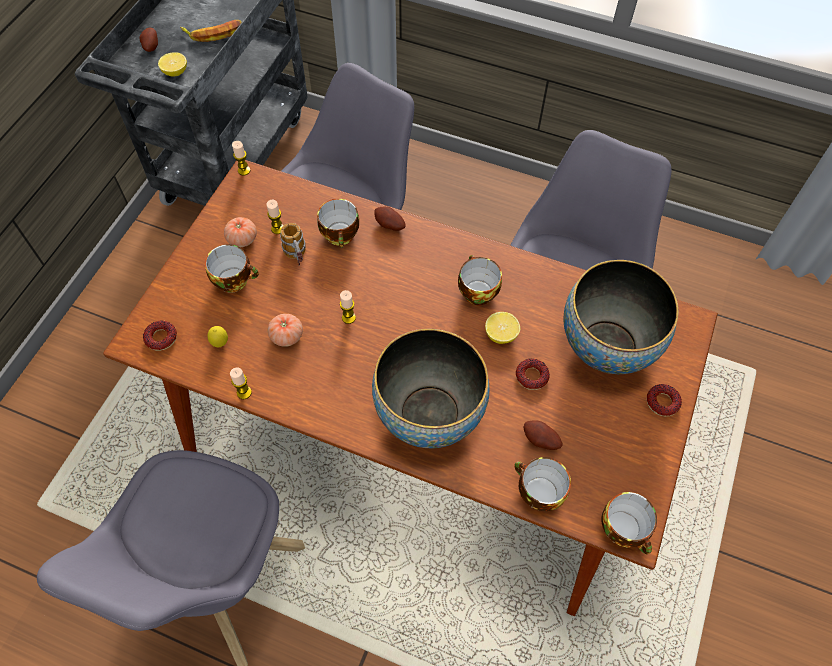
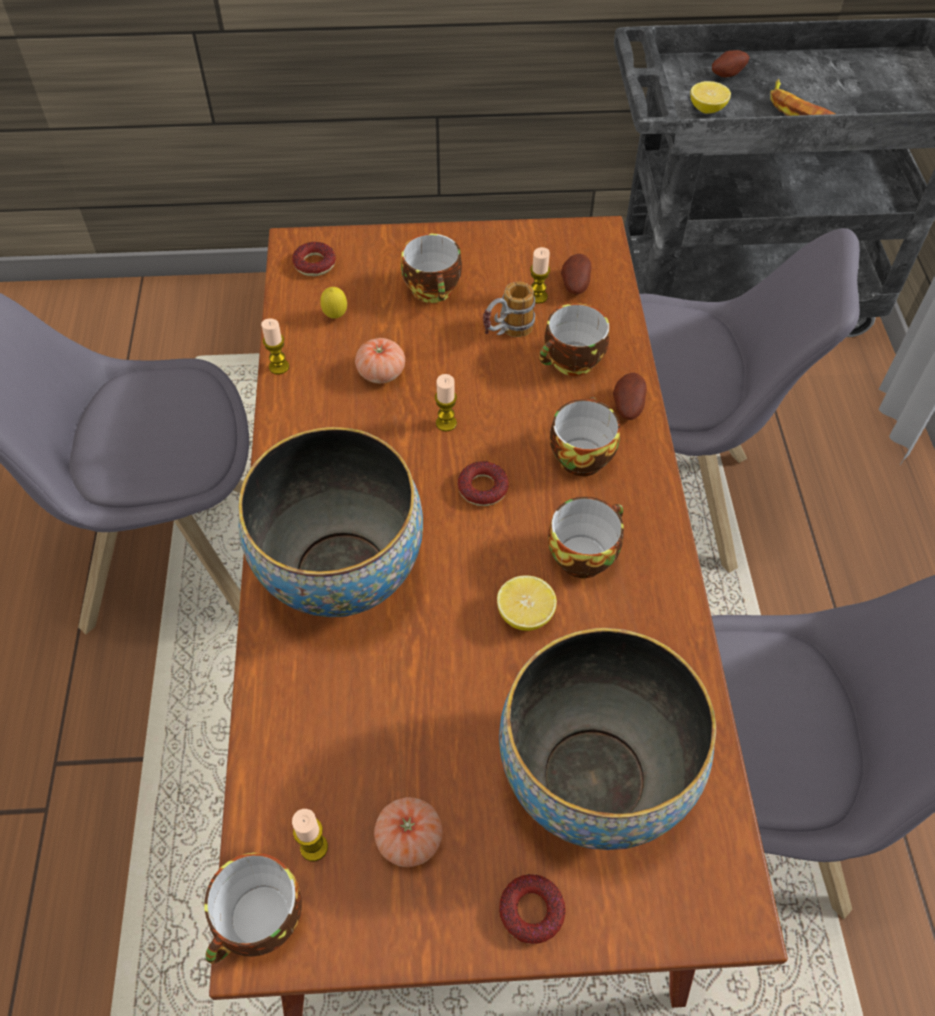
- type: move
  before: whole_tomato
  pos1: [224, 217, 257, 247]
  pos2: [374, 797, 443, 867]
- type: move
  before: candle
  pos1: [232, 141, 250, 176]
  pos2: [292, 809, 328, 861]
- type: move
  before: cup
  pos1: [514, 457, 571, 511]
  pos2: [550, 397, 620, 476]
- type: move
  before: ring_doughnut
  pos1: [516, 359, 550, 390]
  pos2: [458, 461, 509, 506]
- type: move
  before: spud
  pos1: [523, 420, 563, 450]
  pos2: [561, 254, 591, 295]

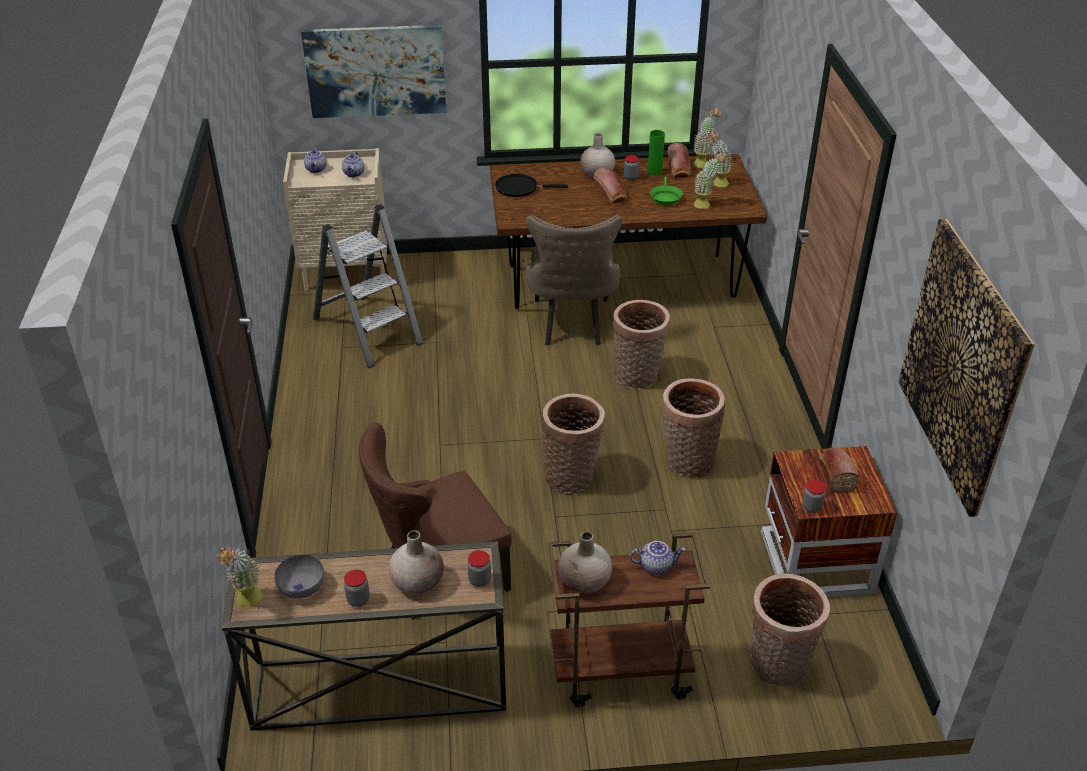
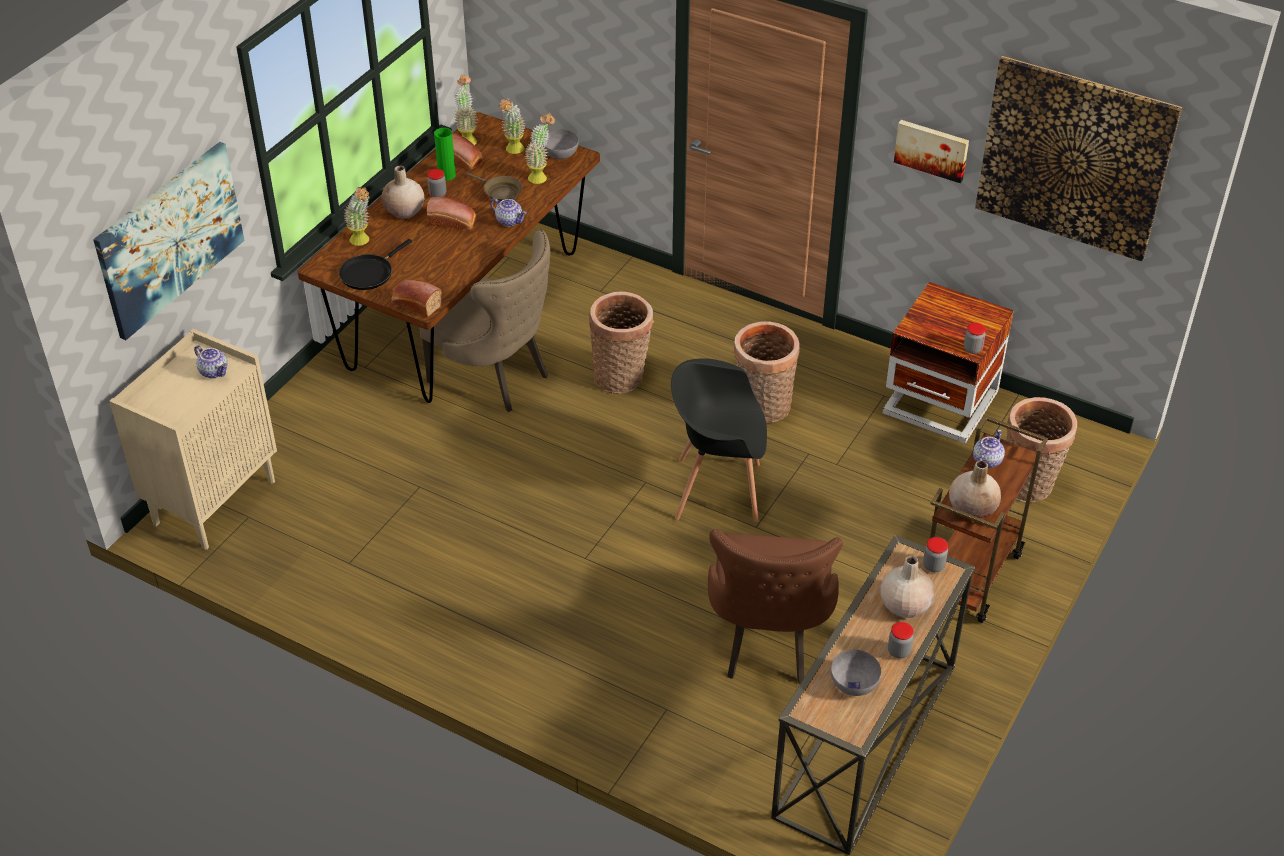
- type: delete
  before: greyish_step_ladder
  pos1: [313, 204, 424, 368]
- type: insert
  after: greyish_bowl
  pos2: [543, 130, 579, 159]
- type: insert
  after: wall_art
  pos2: [894, 120, 969, 183]
- type: move
  before: plant_in_a_pot
  pos1: [216, 546, 262, 607]
  pos2: [344, 187, 369, 246]
- type: move
  before: tea_pot
  pos1: [304, 147, 327, 173]
  pos2: [490, 198, 527, 227]
- type: move
  before: bakery_bread
  pos1: [819, 448, 859, 492]
  pos2: [392, 280, 442, 317]
- type: replace
  before: household_basket
  after: blackish_chair
  pos1: [541, 394, 605, 494]
  pos2: [671, 358, 767, 522]
- type: recolor
  before: greenish_frying_pan
  after: brownish_frying_pan
  pos1: [650, 176, 683, 206]
  pos2: [466, 173, 522, 202]

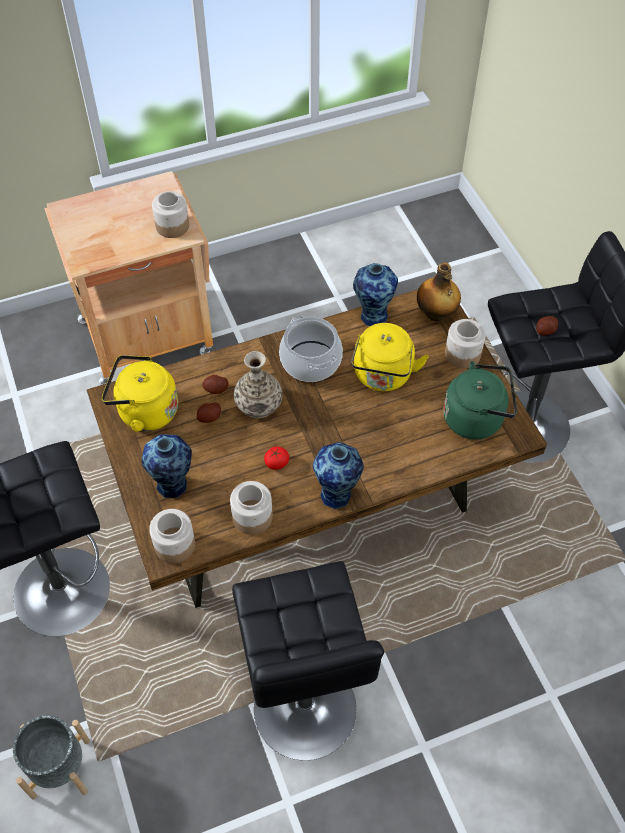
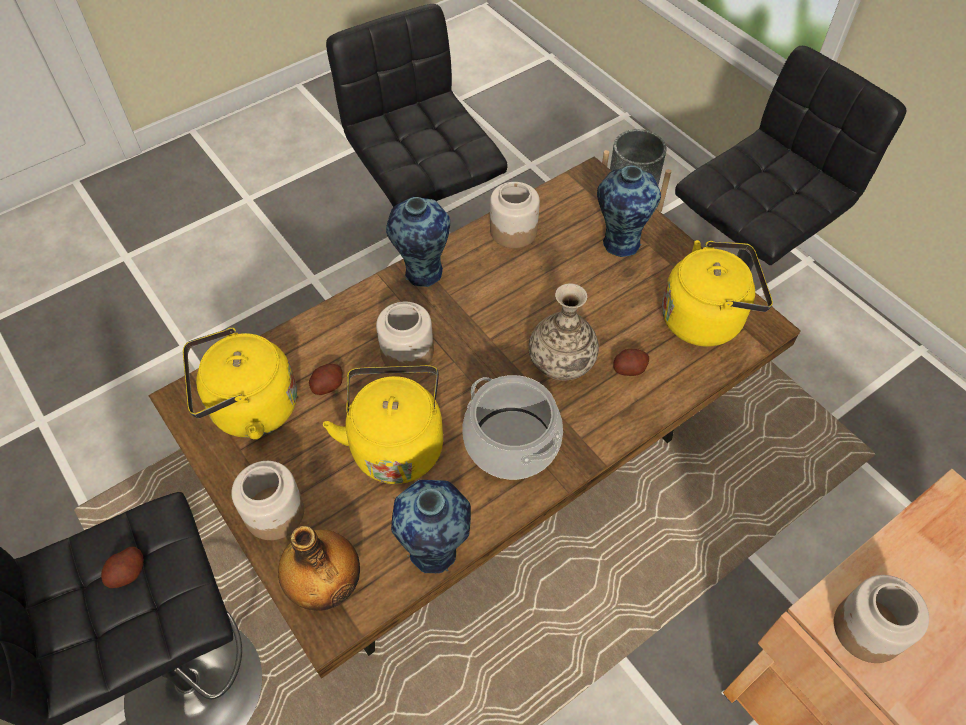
- type: delete
  before: whole_tomato
  pos1: [264, 447, 289, 470]
- type: move
  before: preserve_jar
  pos1: [149, 509, 195, 563]
  pos2: [376, 302, 434, 374]
- type: move
  before: spud
  pos1: [197, 402, 221, 423]
  pos2: [309, 364, 343, 395]
- type: recolor
  before: greenish_tea_kettle
  after: yellow_tea_kettle
  pos1: [443, 361, 517, 440]
  pos2: [183, 328, 297, 439]

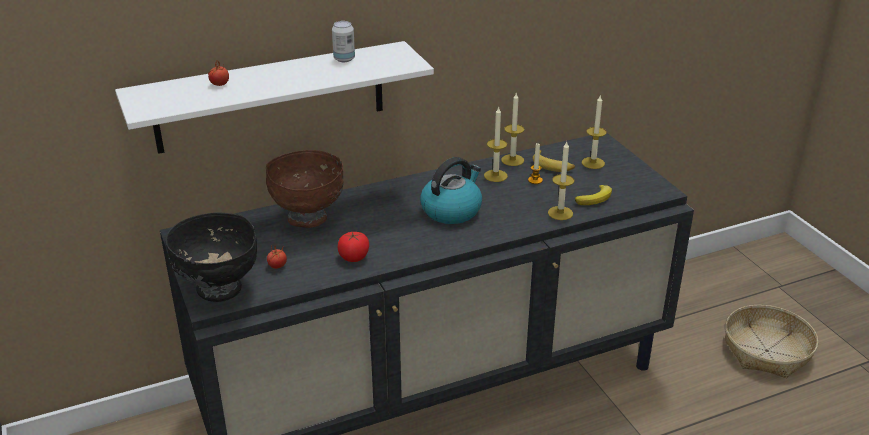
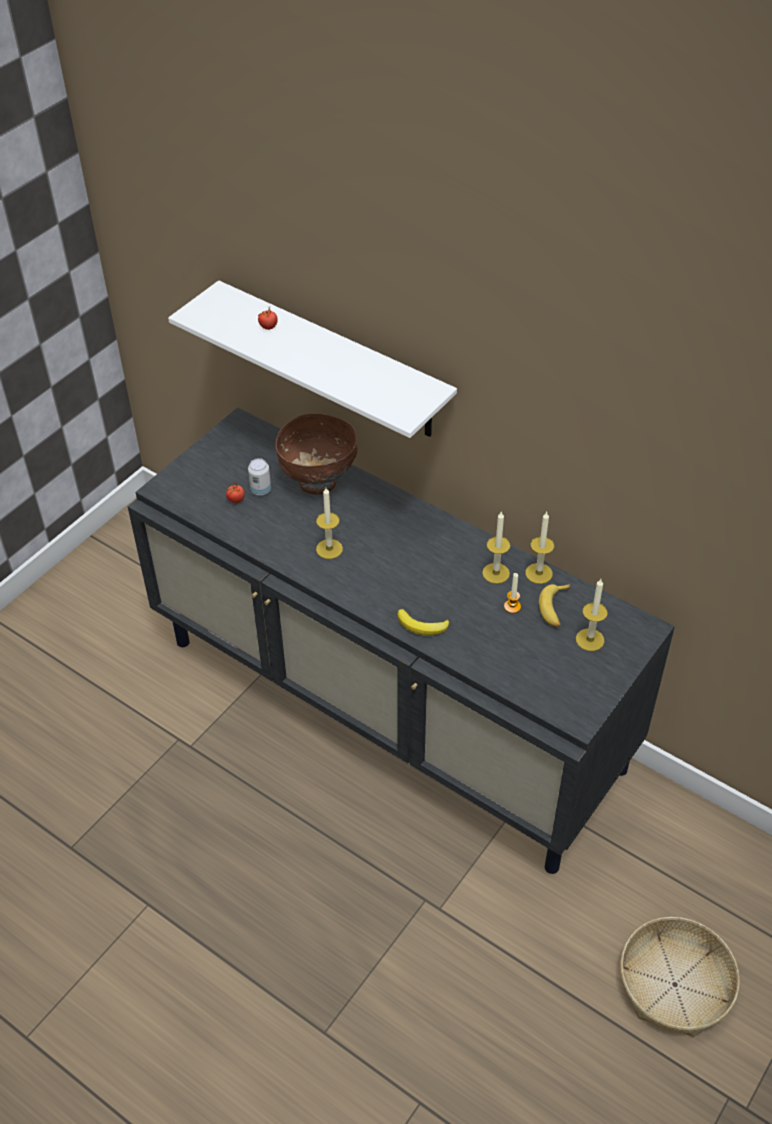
- type: delete
  before: blackish_bowl
  pos1: [166, 212, 257, 302]
- type: delete
  before: whole_tomato
  pos1: [338, 232, 369, 262]
- type: delete
  before: tea_kettle
  pos1: [420, 157, 482, 224]
- type: move
  before: can
  pos1: [332, 21, 355, 62]
  pos2: [248, 458, 271, 495]
- type: move
  before: candle
  pos1: [548, 142, 574, 220]
  pos2: [316, 488, 343, 559]
- type: move
  before: banana_fruit
  pos1: [575, 185, 612, 205]
  pos2: [397, 609, 449, 635]

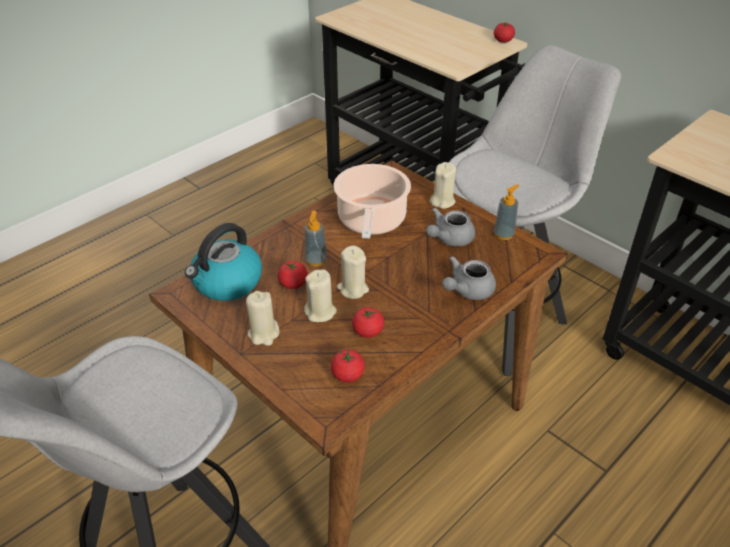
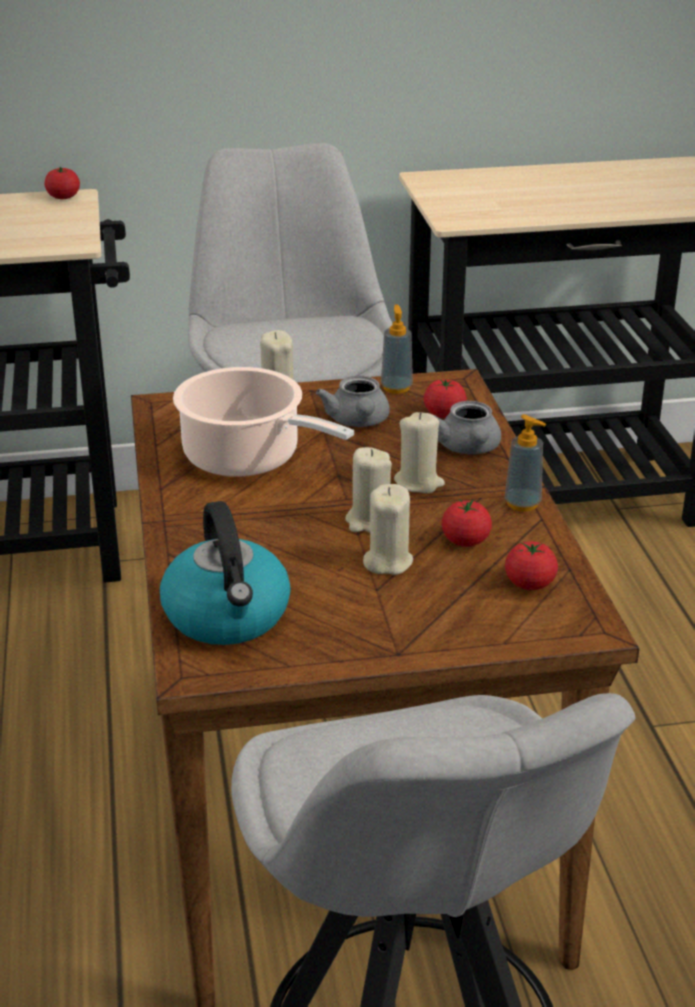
- type: move
  before: beige-coloured_candle
  pos1: [246, 291, 280, 346]
  pos2: [394, 412, 445, 494]
- type: move
  before: whole_tomato
  pos1: [278, 261, 308, 289]
  pos2: [424, 379, 467, 418]
- type: move
  before: liquid_soap_bottle
  pos1: [305, 211, 327, 266]
  pos2: [504, 414, 546, 512]

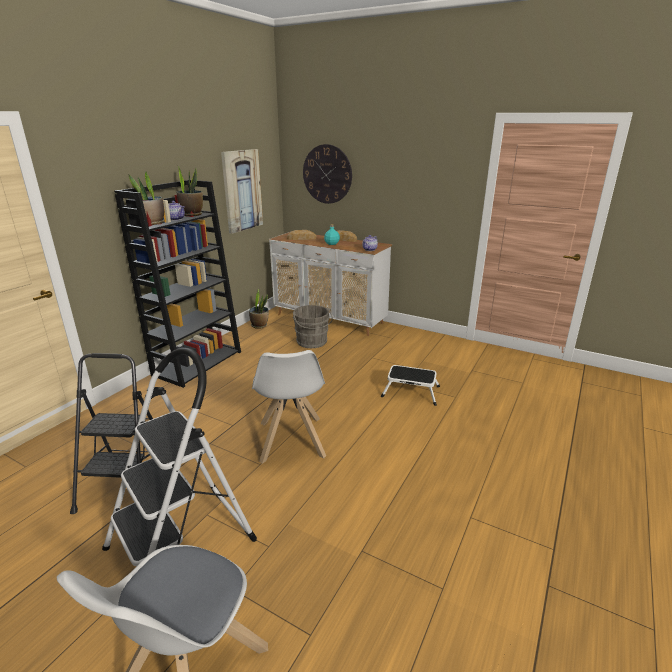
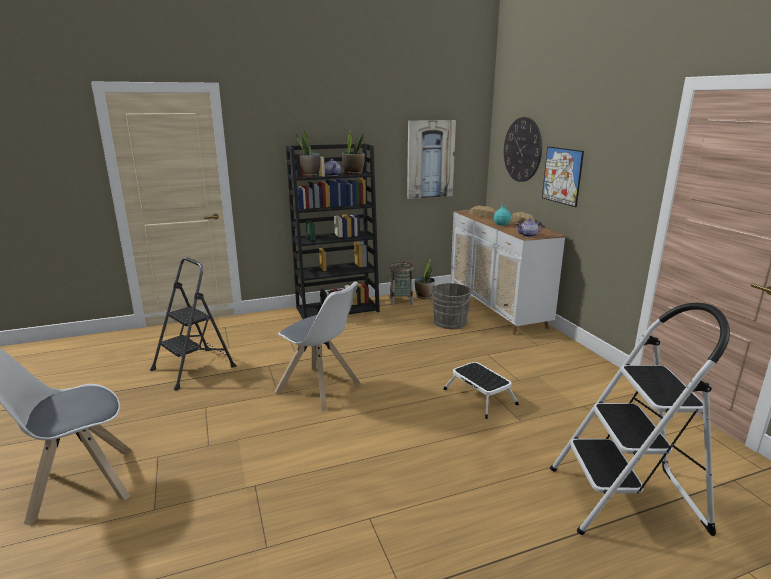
- type: insert
  after: household_basket
  pos2: [390, 262, 413, 306]
- type: insert
  after: wall_art
  pos2: [542, 146, 584, 207]
- type: move
  before: step_ladder
  pos1: [102, 348, 257, 566]
  pos2: [550, 303, 730, 536]
- type: rotate
  before: chair
  pos1: [252, 350, 326, 464]
  pos2: [275, 282, 361, 411]
  turn: -90

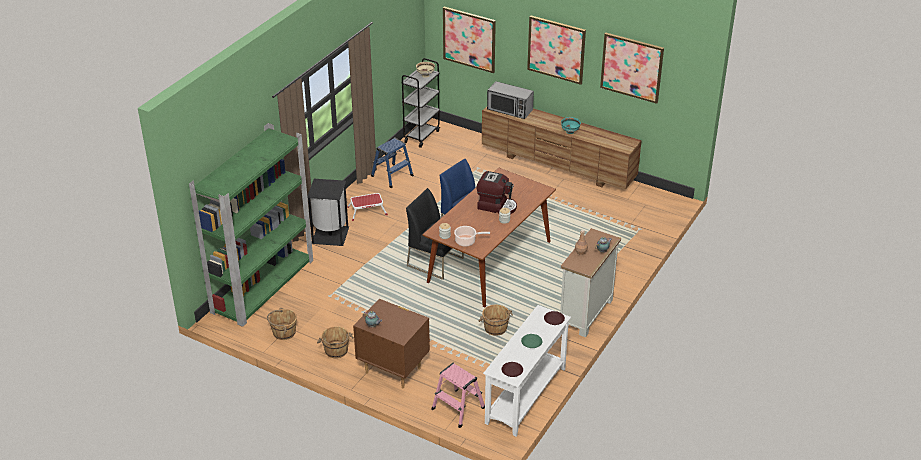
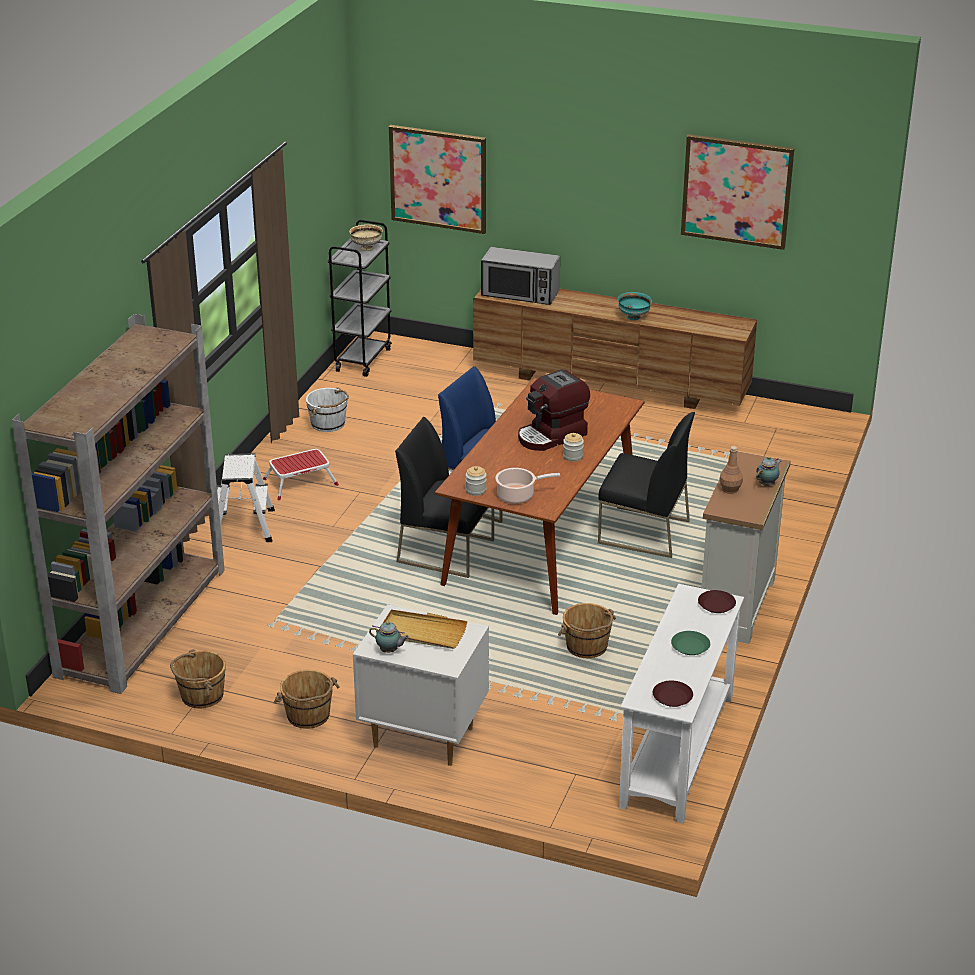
- type: delete
  before: pinkish_step_ladder
  pos1: [431, 363, 485, 428]
- type: delete
  before: wall_art
  pos1: [527, 15, 586, 85]
- type: insert
  after: beige-coloured_tray
  pos2: [379, 609, 467, 649]
- type: insert
  after: blackish_chair
  pos2: [598, 412, 695, 558]
- type: replace
  before: blackish_rubbish_bin
  after: white_step_ladder
  pos1: [307, 179, 349, 246]
  pos2: [217, 453, 275, 542]
- type: replace
  before: blue-coloured_step_ladder
  after: white_bucket
  pos1: [371, 138, 414, 188]
  pos2: [306, 388, 349, 432]
- type: recolor
  before: greenish_shelving_unit
  after: brownish_shelving_unit
  pos1: [189, 123, 313, 327]
  pos2: [12, 314, 225, 694]
- type: recolor
  before: brownish_bedside_table
  after: white_bedside_table
  pos1: [353, 299, 430, 389]
  pos2: [353, 604, 489, 766]
- type: rotate
  before: coffee_maker
  pos1: [476, 171, 517, 214]
  pos2: [518, 369, 590, 451]
  turn: 135

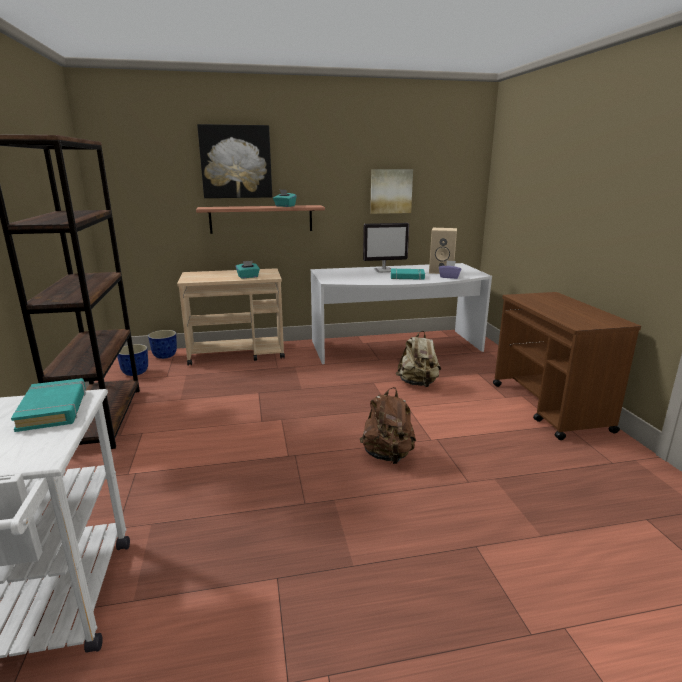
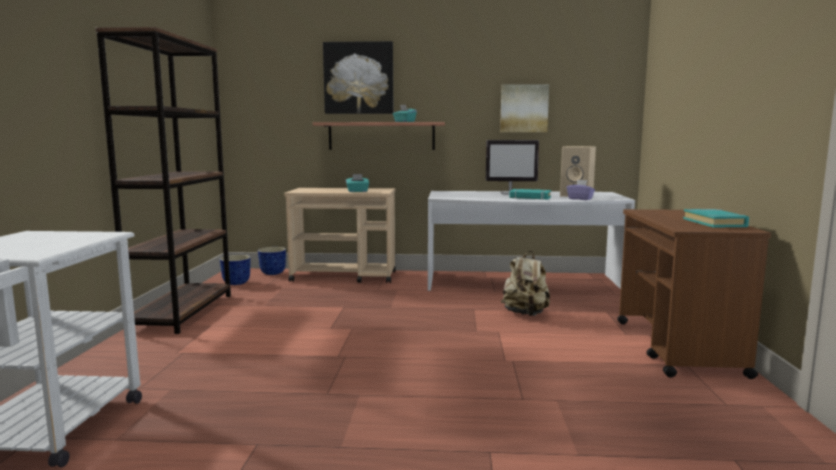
- type: delete
  before: brownish_rucksack
  pos1: [360, 387, 416, 464]
- type: move
  before: turquoise-coloured_book
  pos1: [11, 378, 86, 432]
  pos2: [683, 209, 749, 227]

